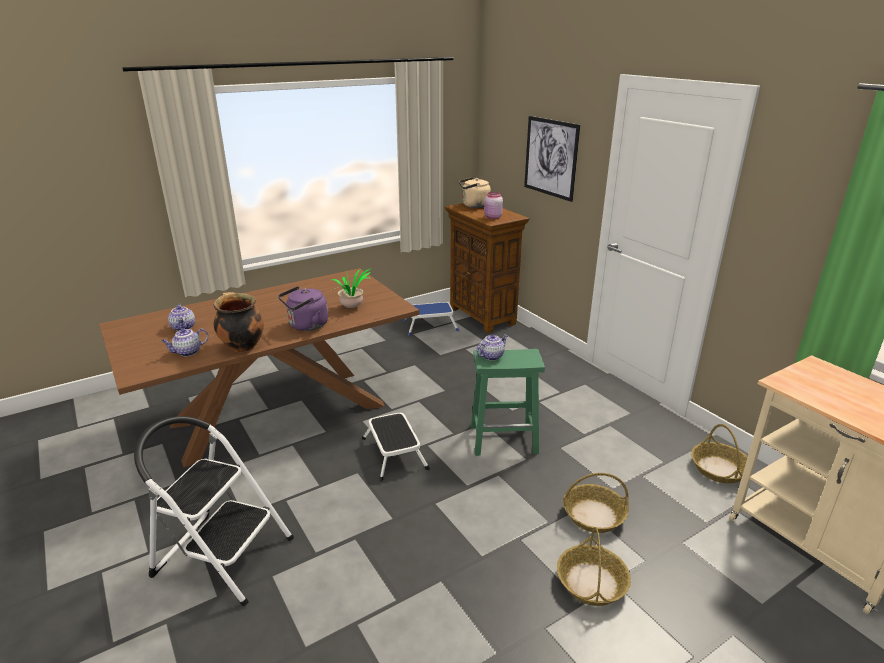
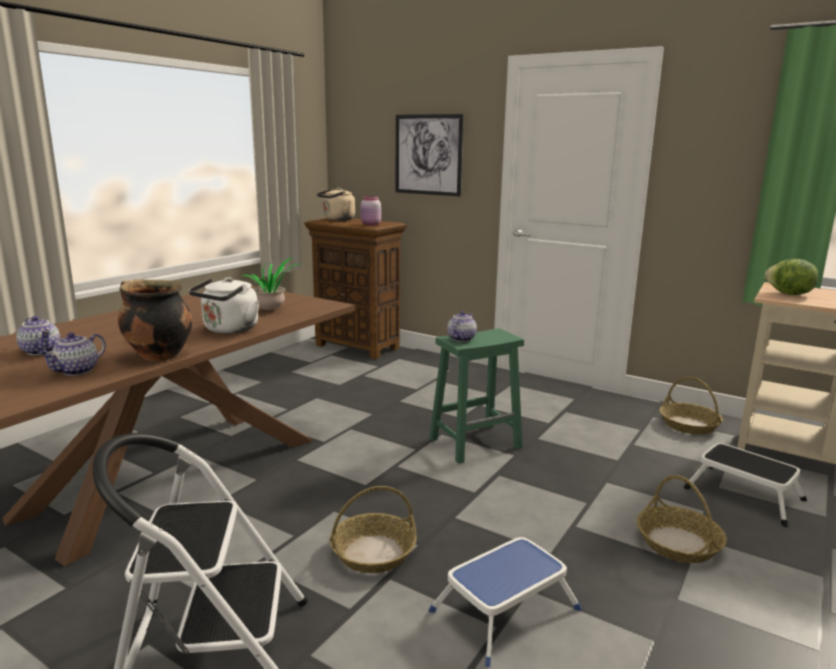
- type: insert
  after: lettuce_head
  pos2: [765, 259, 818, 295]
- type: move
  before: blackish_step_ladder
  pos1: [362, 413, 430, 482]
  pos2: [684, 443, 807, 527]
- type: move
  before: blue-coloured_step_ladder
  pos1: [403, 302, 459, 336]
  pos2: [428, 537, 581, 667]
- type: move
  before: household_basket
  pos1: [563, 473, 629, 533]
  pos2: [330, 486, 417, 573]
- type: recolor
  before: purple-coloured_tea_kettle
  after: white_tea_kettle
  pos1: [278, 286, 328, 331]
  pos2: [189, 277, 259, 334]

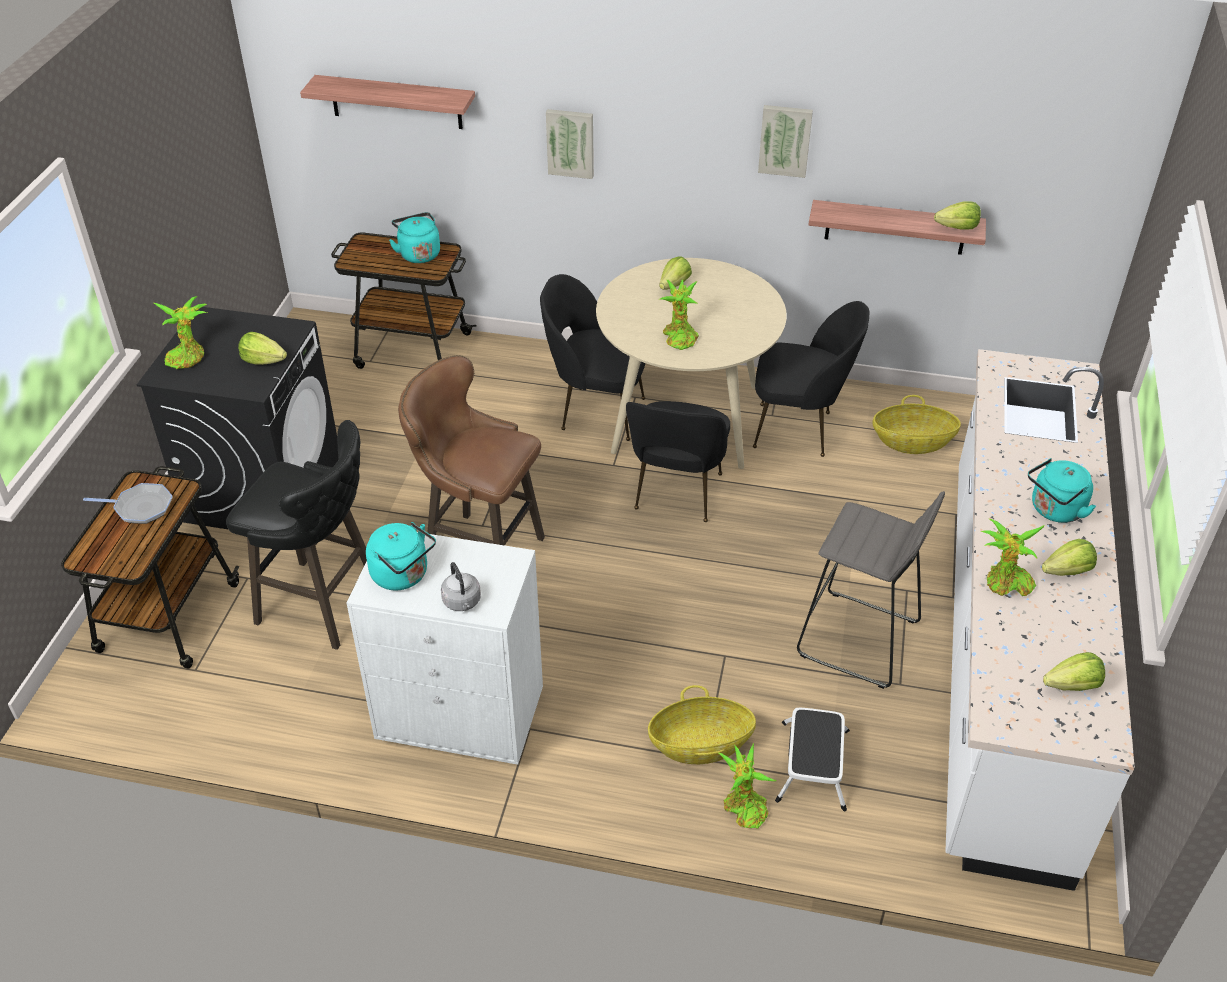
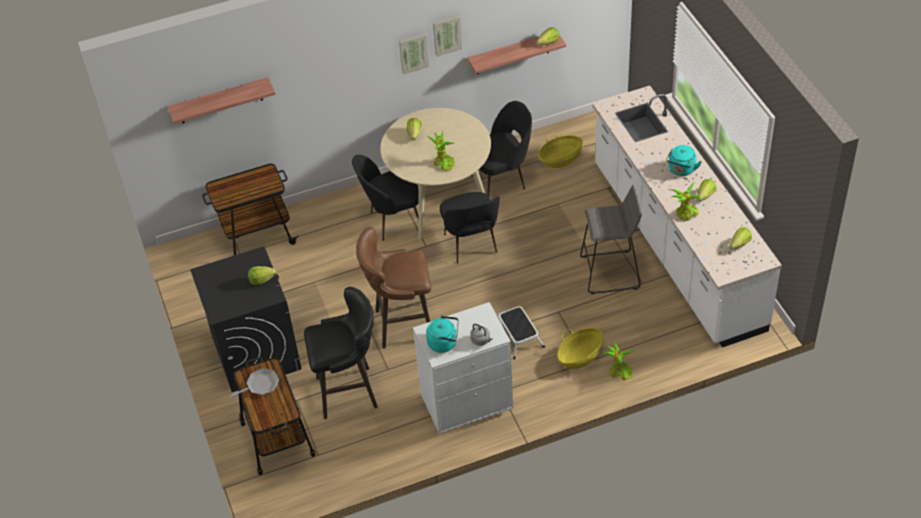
- type: delete
  before: plant_in_a_pot
  pos1: [154, 296, 207, 369]
- type: delete
  before: turquoise-coloured_tea_kettle
  pos1: [389, 212, 440, 263]
- type: move
  before: wall_art
  pos1: [546, 109, 594, 179]
  pos2: [399, 33, 429, 74]
- type: move
  before: blackish_step_ladder
  pos1: [775, 708, 850, 812]
  pos2: [499, 306, 545, 360]

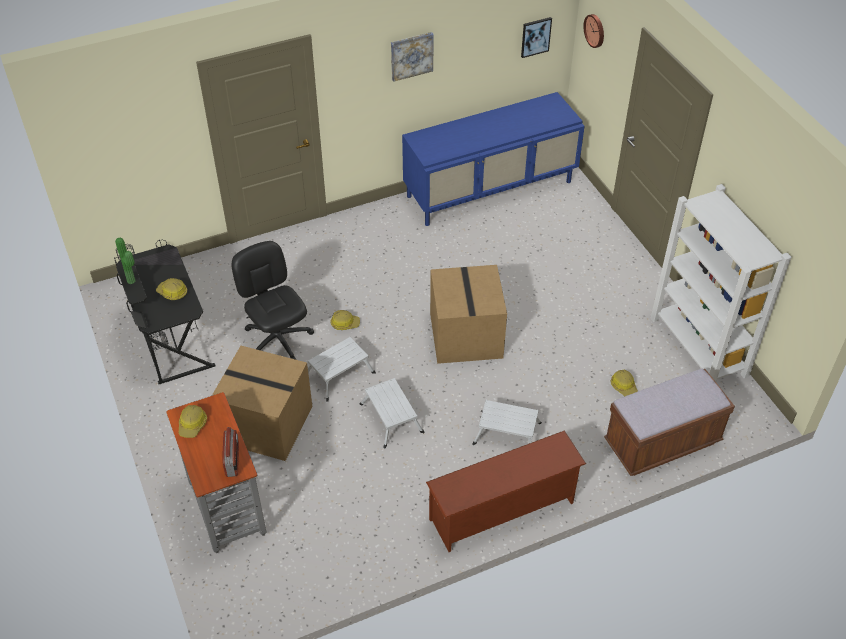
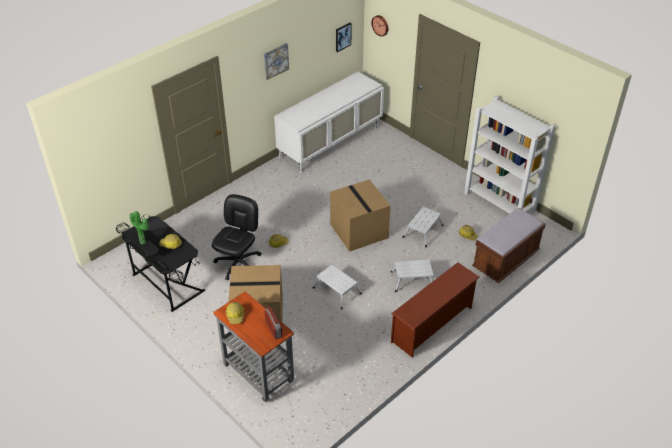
- type: move
  before: white_step_ladder
  pos1: [308, 337, 376, 401]
  pos2: [402, 207, 444, 248]
- type: recolor
  before: blue-coloured_cabinet
  after: white_cabinet
  pos1: [402, 92, 585, 226]
  pos2: [274, 72, 384, 173]
- type: rotate
  before: blackish_computer_chair
  pos1: [232, 241, 314, 360]
  pos2: [212, 194, 262, 280]
  turn: 75

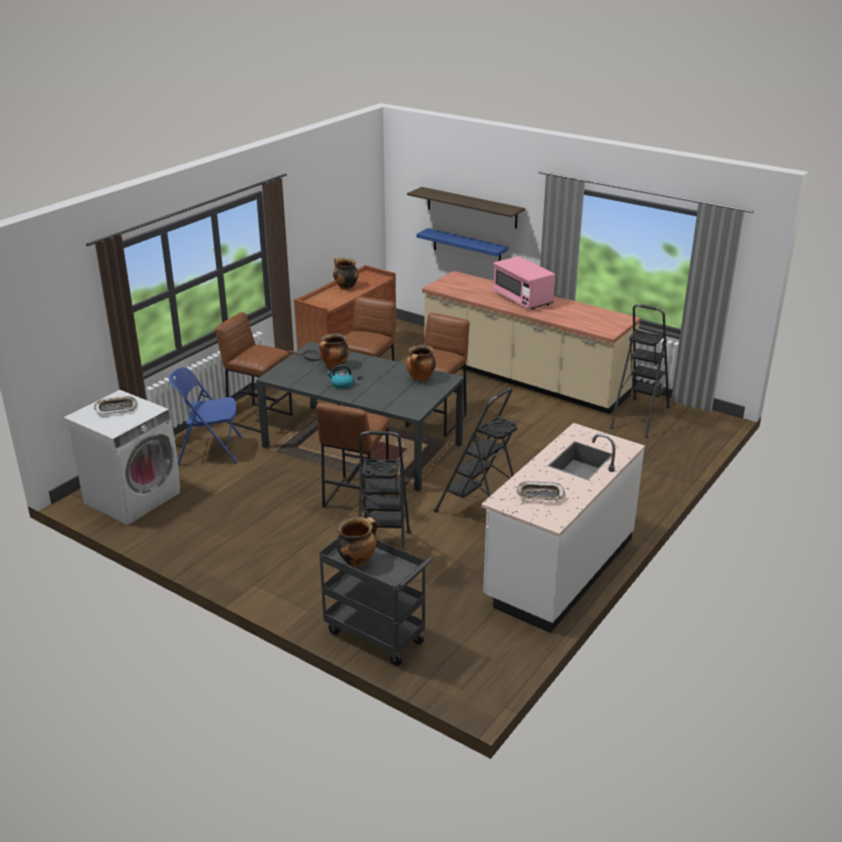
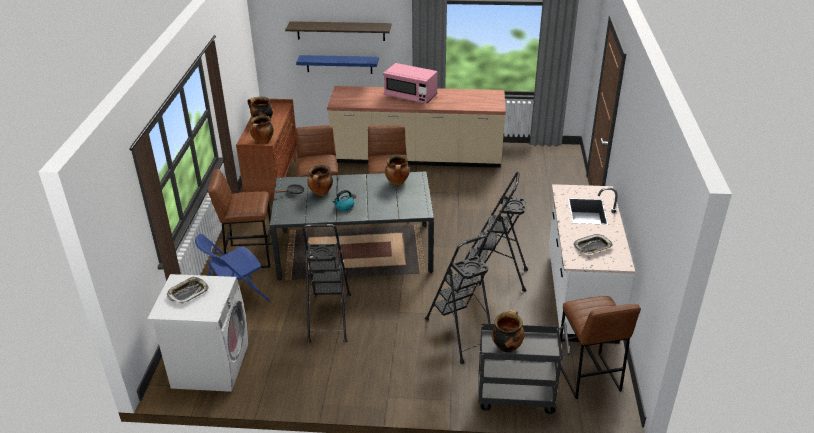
- type: insert
  after: cooking_pot
  pos2: [250, 115, 274, 144]
- type: move
  before: brownish_stool_seat
  pos1: [316, 403, 389, 517]
  pos2: [557, 296, 641, 399]
- type: move
  before: step_ladder
  pos1: [609, 304, 670, 438]
  pos2: [302, 224, 351, 343]

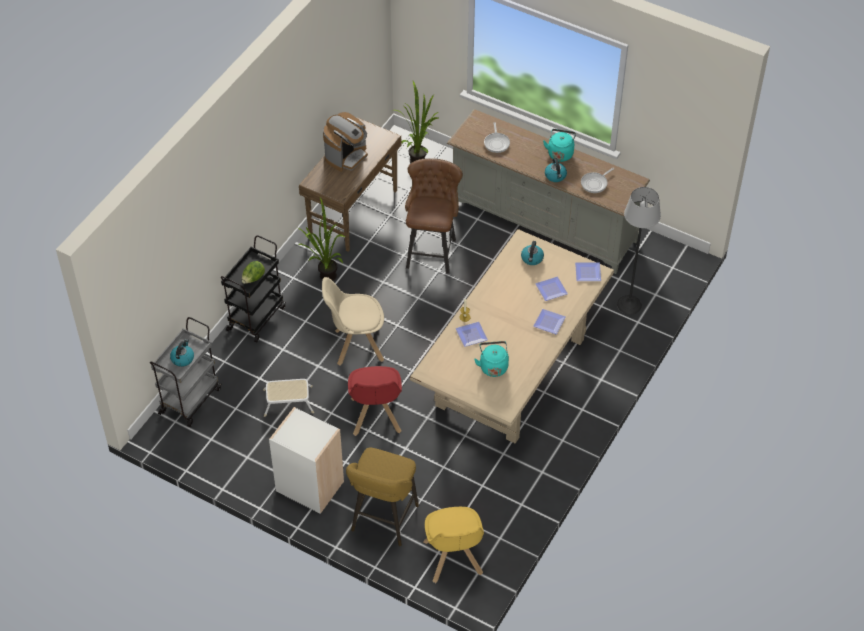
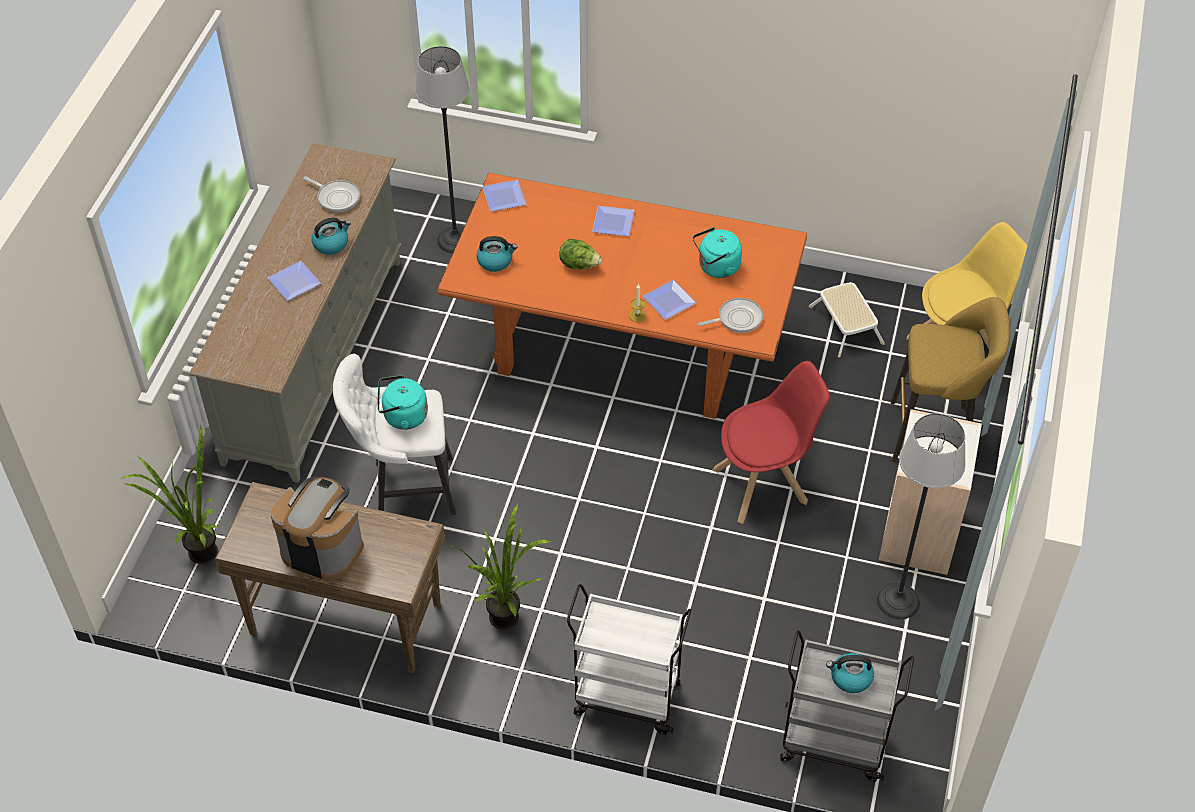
- type: delete
  before: beige-coloured_chair
  pos1: [322, 277, 384, 365]
- type: insert
  after: standard_lamp
  pos2: [877, 413, 965, 619]
- type: move
  before: lettuce_head
  pos1: [242, 261, 265, 284]
  pos2: [559, 239, 602, 270]
- type: move
  before: beige-coloured_step_ladder
  pos1: [263, 379, 314, 417]
  pos2: [808, 282, 885, 357]
- type: move
  before: frying_pan
  pos1: [484, 122, 510, 153]
  pos2: [698, 298, 763, 333]
- type: move
  before: flat_dish
  pos1: [535, 277, 568, 301]
  pos2: [268, 261, 321, 301]
- type: move
  before: turquoise-coloured_tea_kettle
  pos1: [543, 129, 576, 162]
  pos2: [377, 375, 428, 430]
- type: recolor
  before: blackish_cart
  after: white_cart
  pos1: [221, 235, 286, 342]
  pos2: [567, 584, 691, 735]
- type: recolor
  before: brownish_stool_seat
  after: white_stool_seat
  pos1: [405, 158, 463, 274]
  pos2: [333, 354, 456, 515]
- type: recolor
  before: beige-coloured_dinner_table
  after: orange_dinner_table
  pos1: [410, 229, 614, 444]
  pos2: [438, 173, 807, 419]

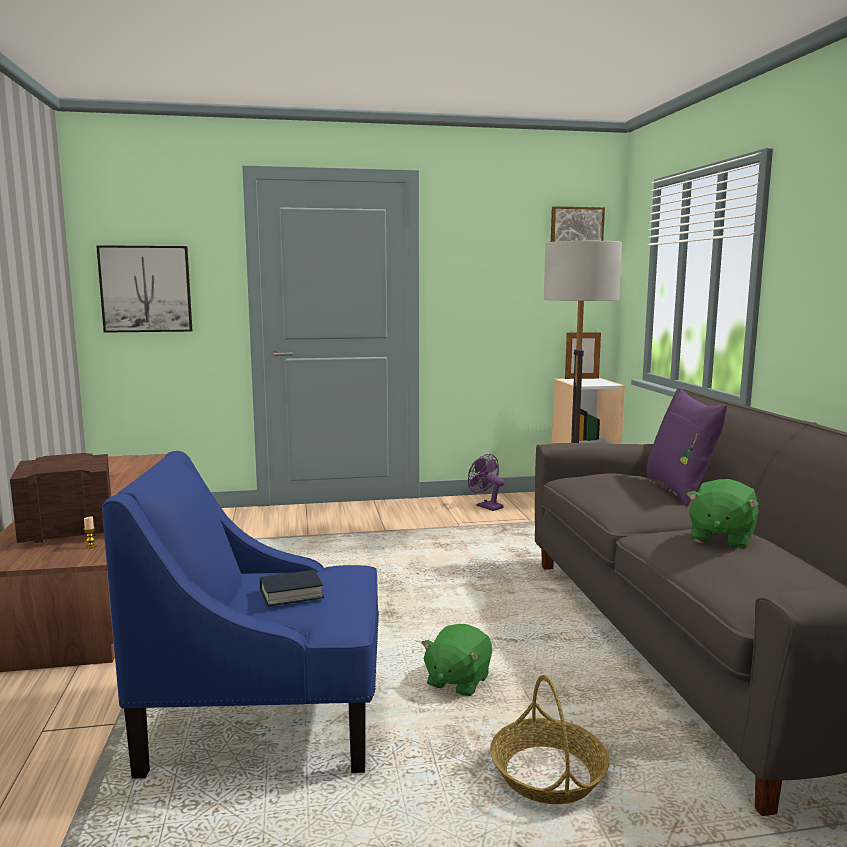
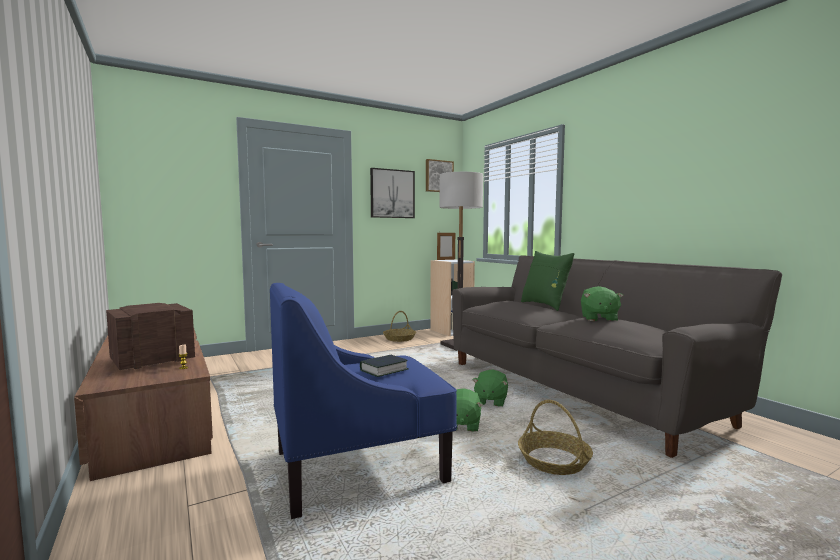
- type: insert
  after: greenish_cuddly_toy
  pos2: [472, 370, 508, 406]
- type: move
  before: wall_art
  pos1: [96, 245, 192, 333]
  pos2: [370, 168, 415, 218]
- type: replace
  before: purple-coloured_fan
  after: household_basket
  pos1: [468, 454, 505, 511]
  pos2: [383, 311, 416, 342]
- type: recolor
  before: purple-coloured_cushion
  after: greenish_cushion
  pos1: [647, 390, 727, 506]
  pos2: [521, 251, 574, 311]

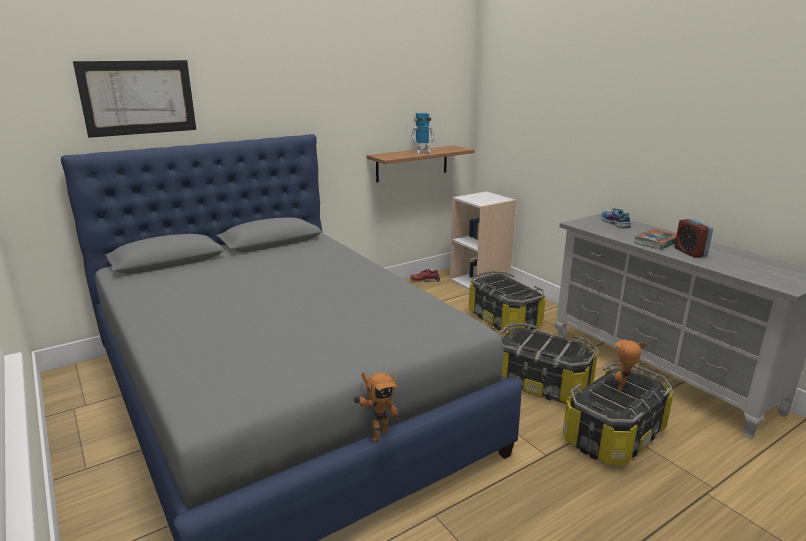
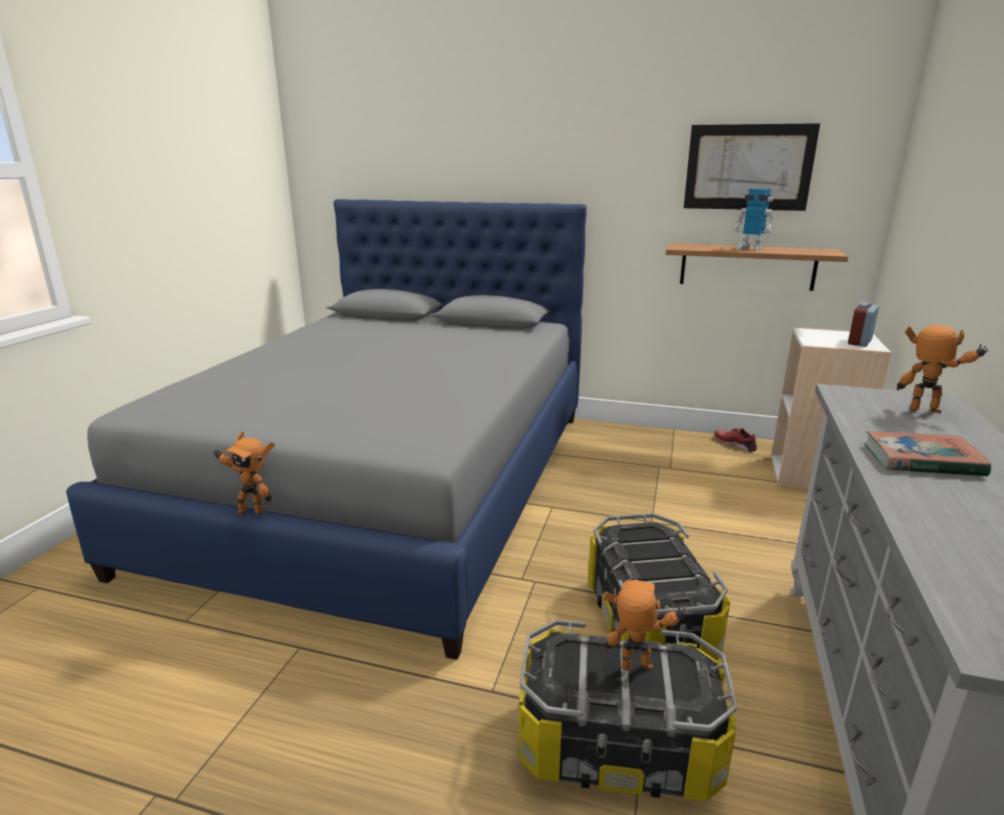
- type: delete
  before: storage_box
  pos1: [469, 271, 545, 333]
- type: move
  before: wall_art
  pos1: [73, 60, 196, 138]
  pos2: [684, 123, 820, 211]
- type: move
  before: bedside_clock
  pos1: [675, 219, 713, 258]
  pos2: [848, 302, 879, 347]
- type: replace
  before: low_shoe
  after: model_robot
  pos1: [601, 208, 631, 228]
  pos2: [897, 325, 989, 413]

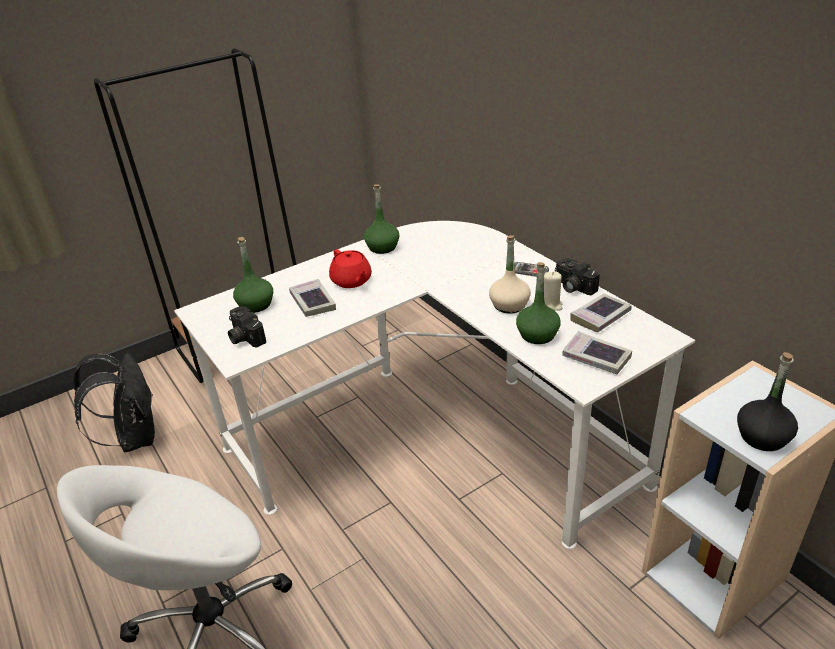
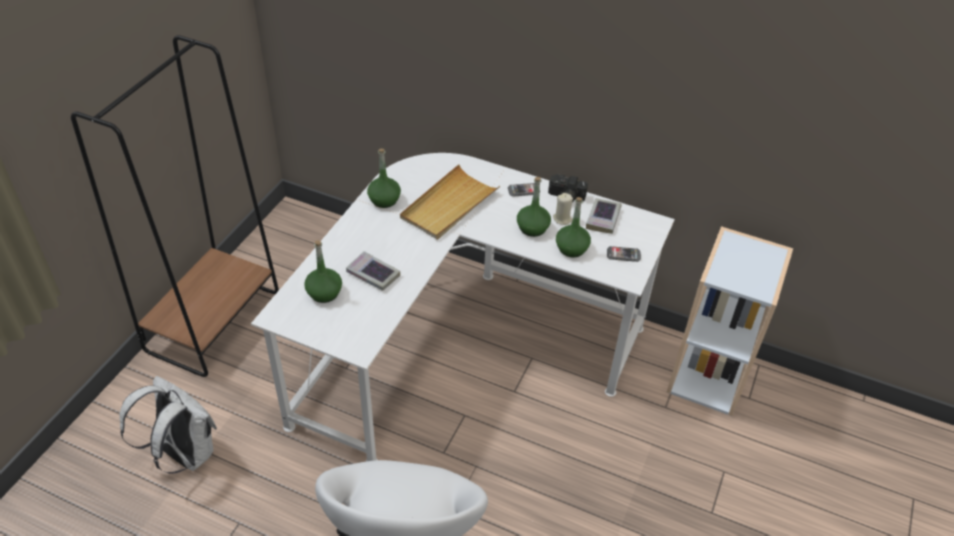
- type: delete
  before: still_camera
  pos1: [228, 306, 266, 348]
- type: delete
  before: red-coloured_tea_pot
  pos1: [329, 249, 372, 288]
- type: delete
  before: blackish_drink_bottle
  pos1: [737, 352, 798, 451]
- type: insert
  after: beige-coloured_tray
  pos2: [400, 164, 500, 240]
- type: replace
  before: book
  after: phone
  pos1: [562, 331, 632, 374]
  pos2: [607, 246, 641, 262]
- type: recolor
  before: blackish_rucksack
  after: white_rucksack
  pos1: [73, 353, 155, 453]
  pos2: [120, 376, 217, 474]
- type: recolor
  before: beige-coloured_drink_bottle
  after: greenish_drink_bottle
  pos1: [489, 235, 531, 314]
  pos2: [517, 177, 551, 237]

